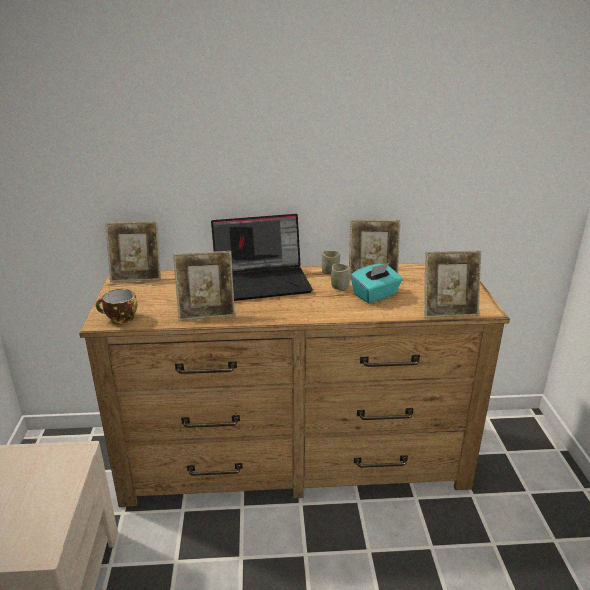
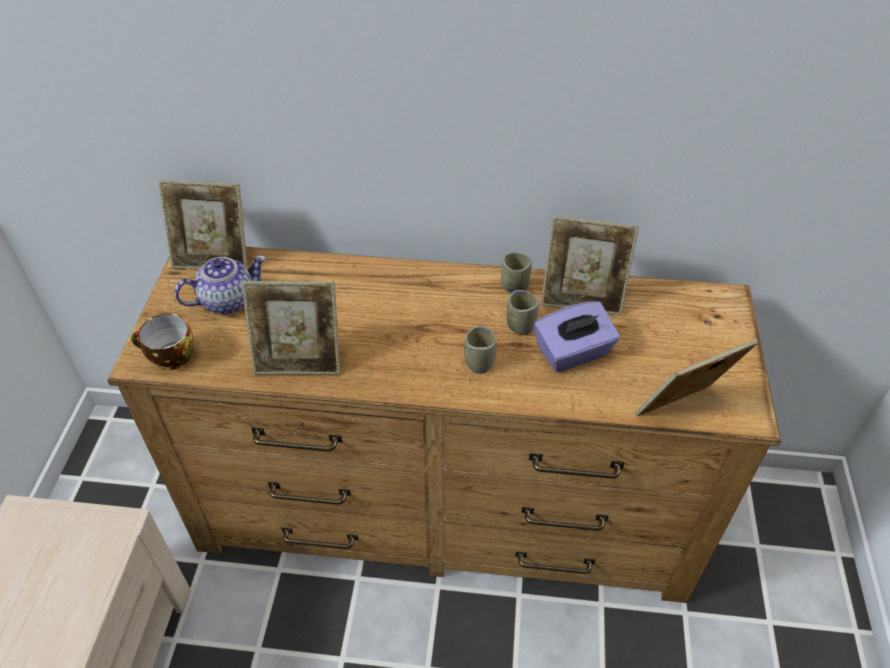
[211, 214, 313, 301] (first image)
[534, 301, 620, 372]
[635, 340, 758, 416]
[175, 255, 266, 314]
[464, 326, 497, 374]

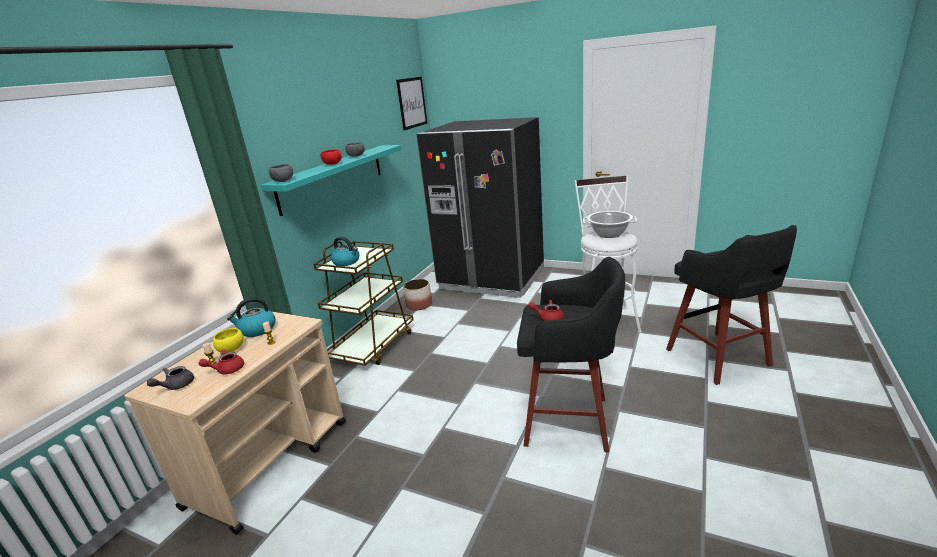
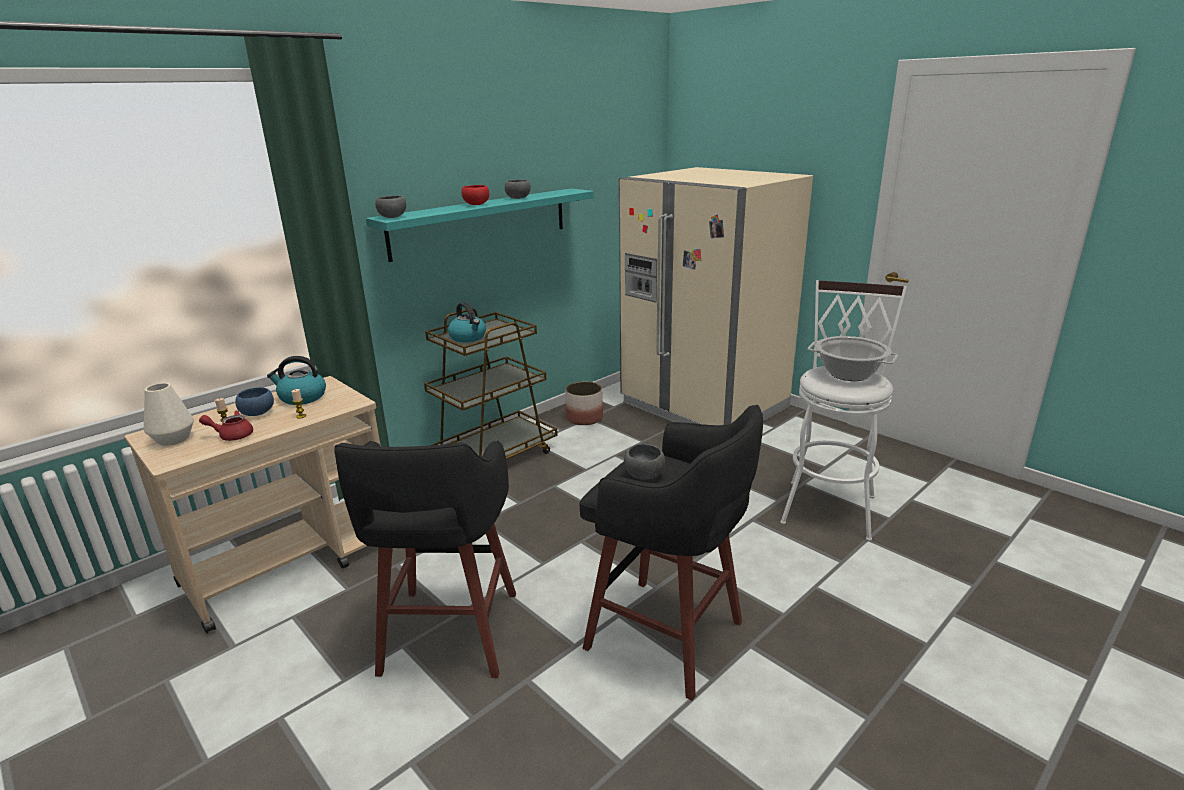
[144, 383, 194, 446]
[235, 387, 274, 416]
[396, 77, 427, 130] (first image)
[619, 167, 813, 425]
[624, 444, 665, 480]
[335, 441, 516, 678]

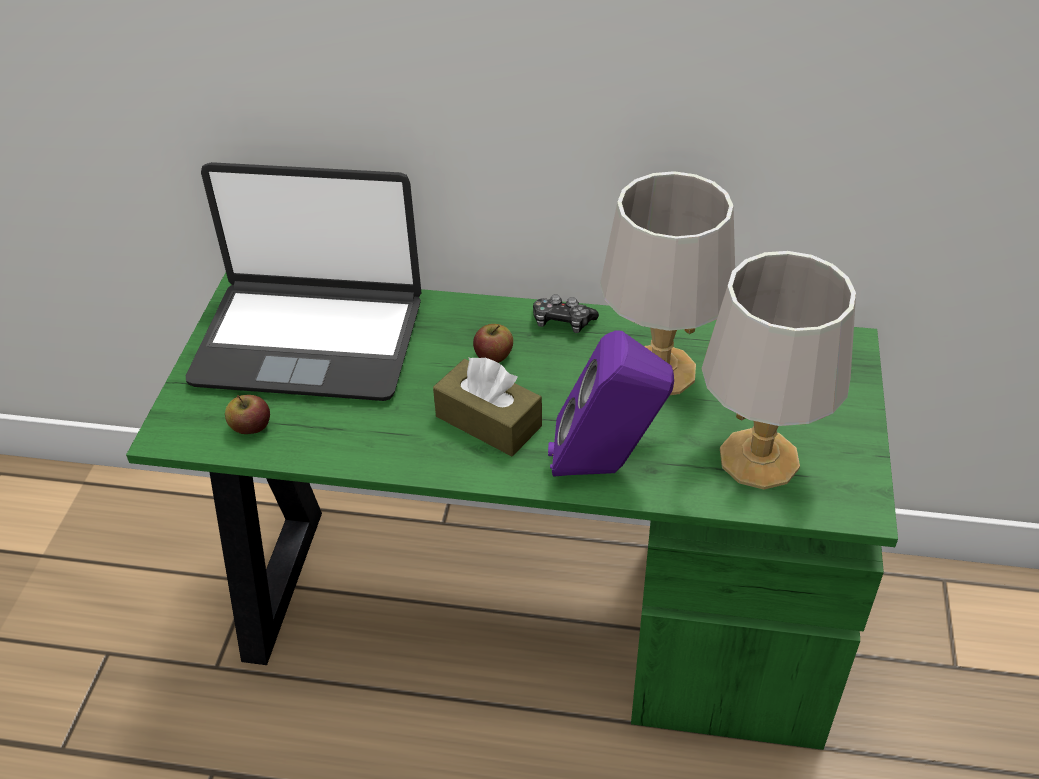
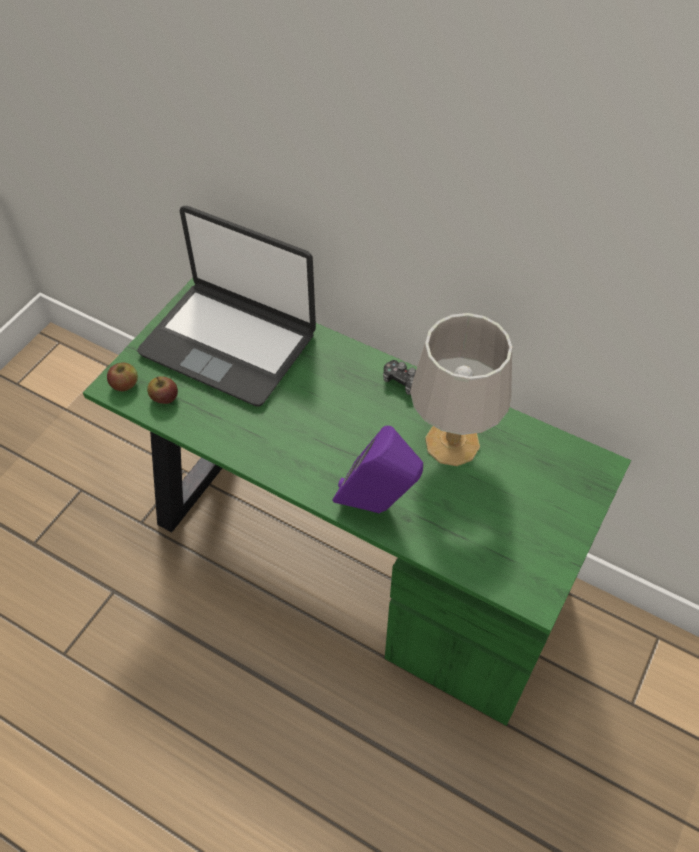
[433, 357, 542, 456] (first image)
[107, 362, 138, 391]
[701, 251, 856, 490] (first image)

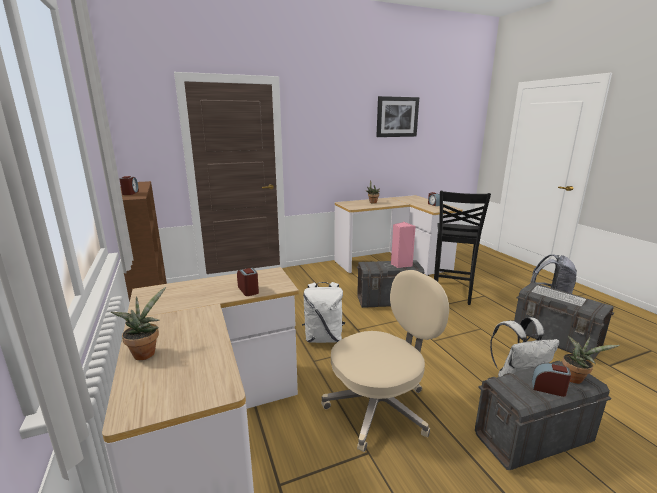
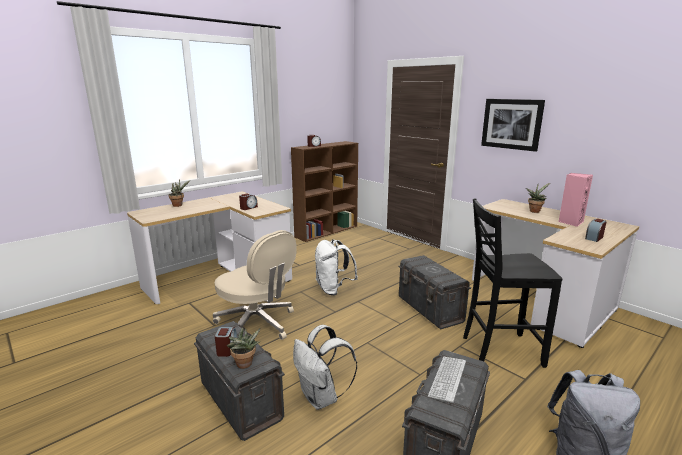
[481, 99, 545, 152]
[559, 173, 593, 227]

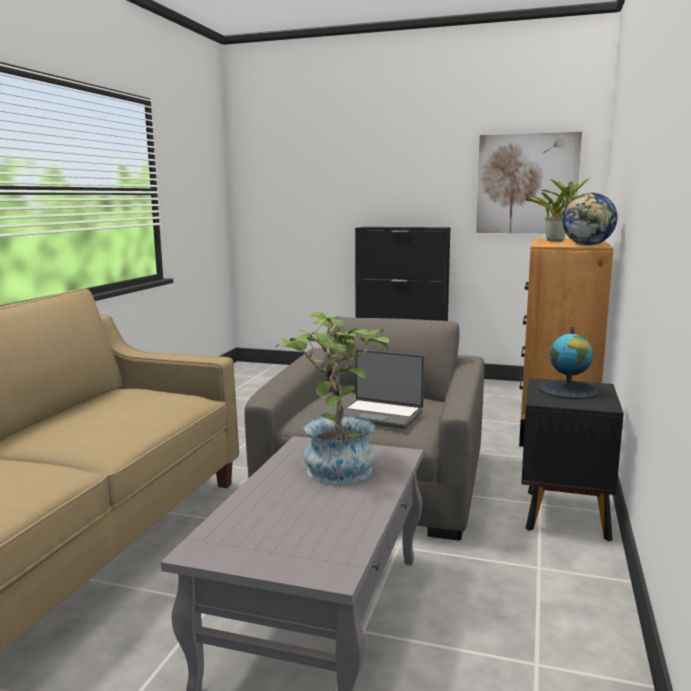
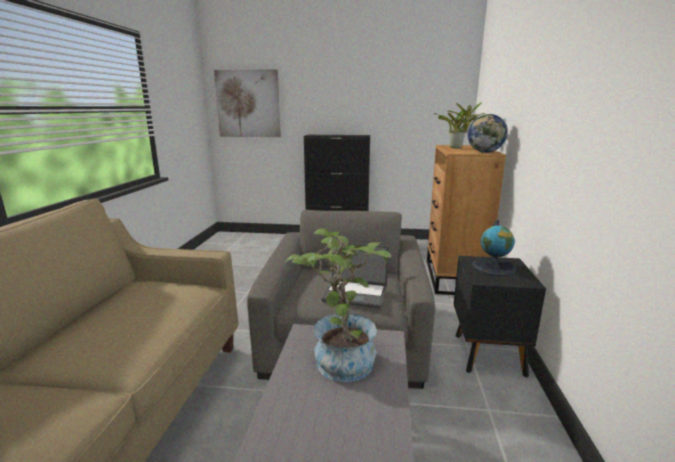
[214, 69, 281, 137]

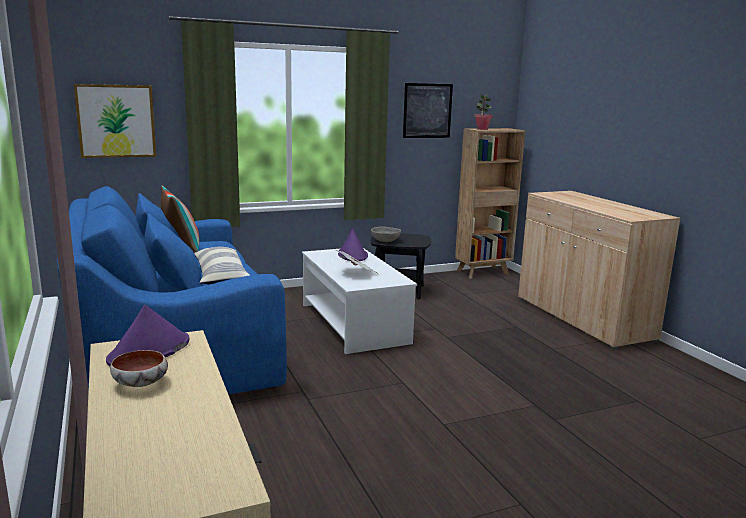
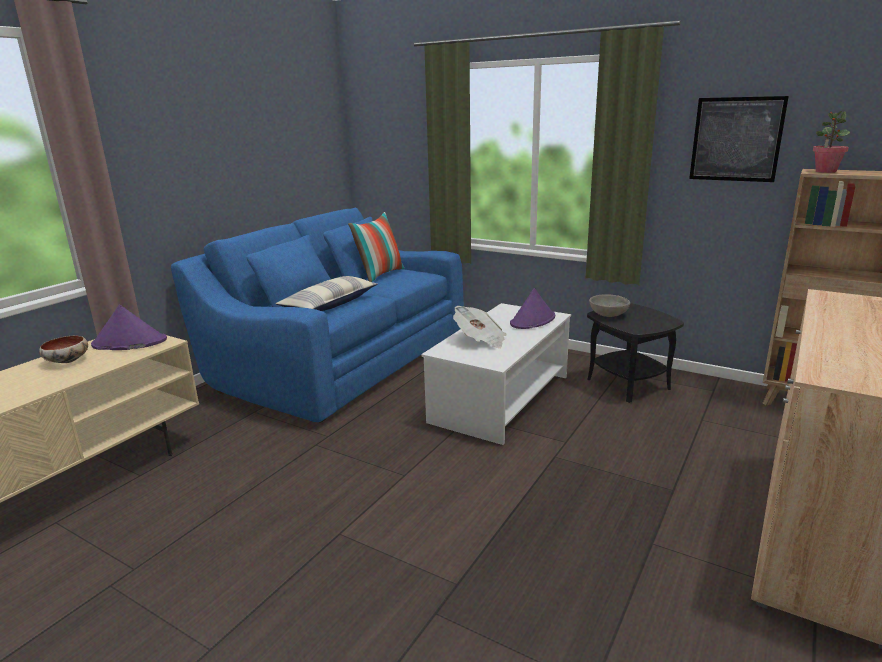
[74, 84, 156, 158] (first image)

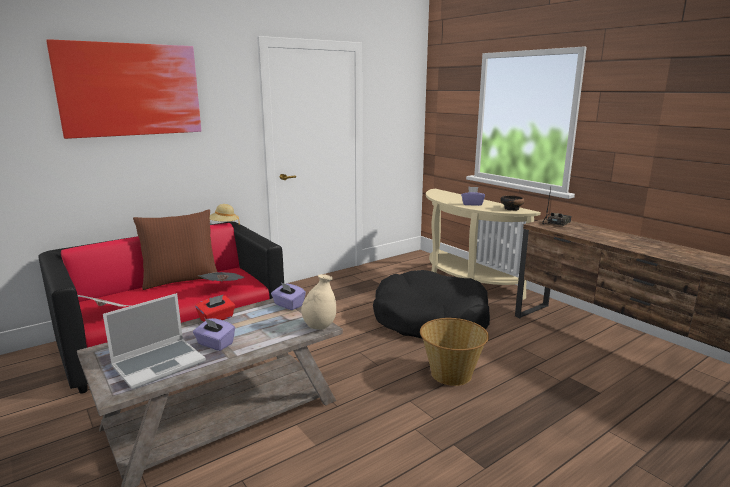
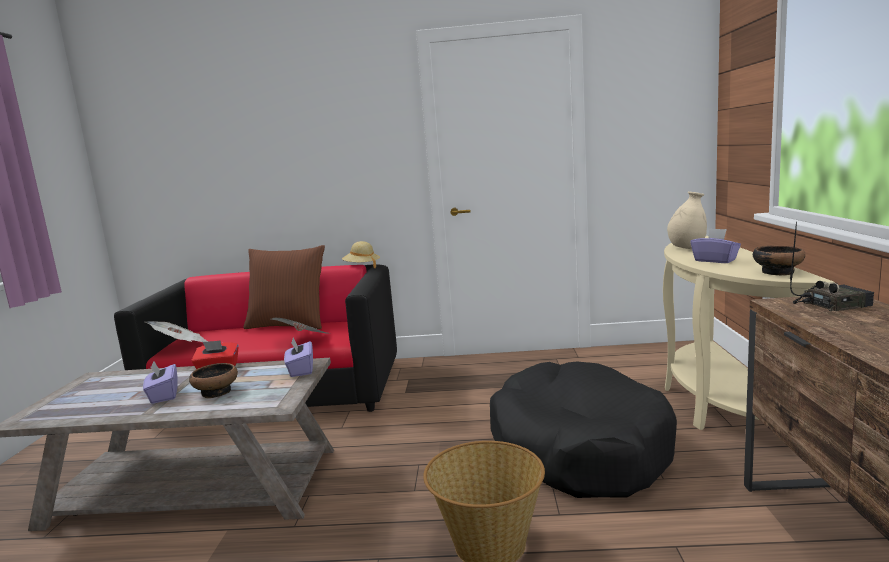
[46, 39, 201, 139] (first image)
[103, 293, 206, 389] (first image)
[667, 191, 707, 249]
[189, 363, 238, 398]

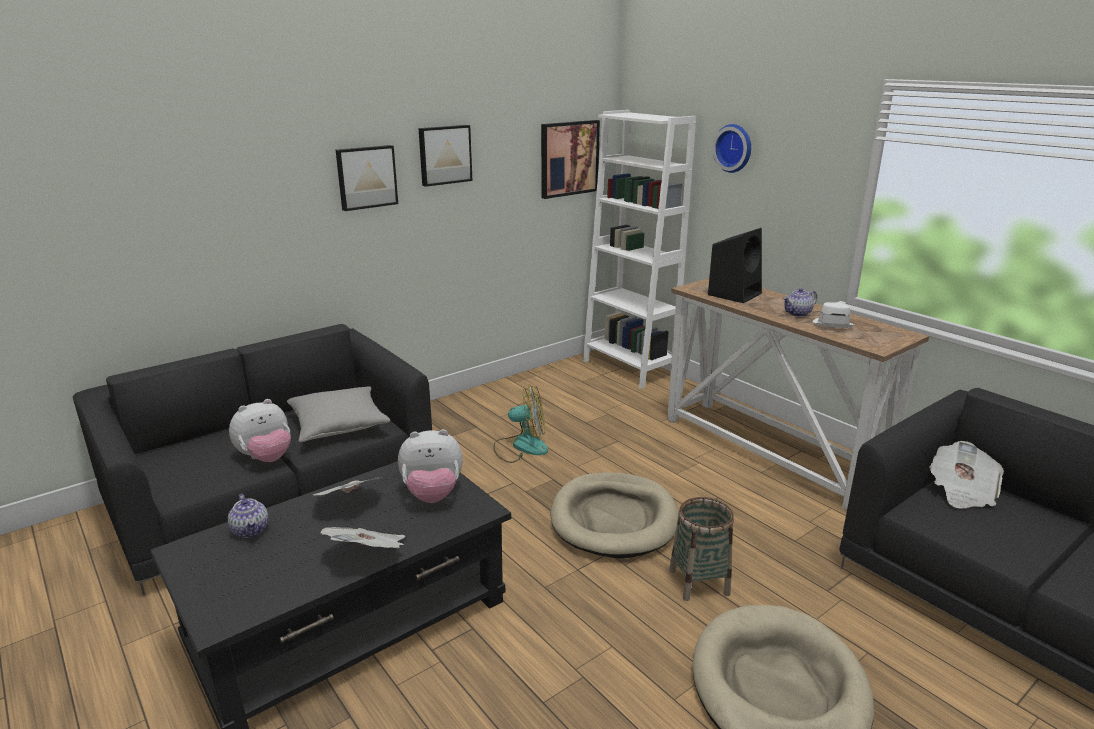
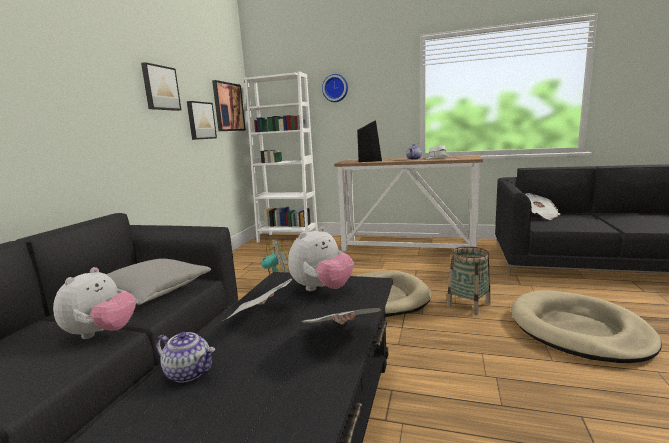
[187, 101, 217, 140]

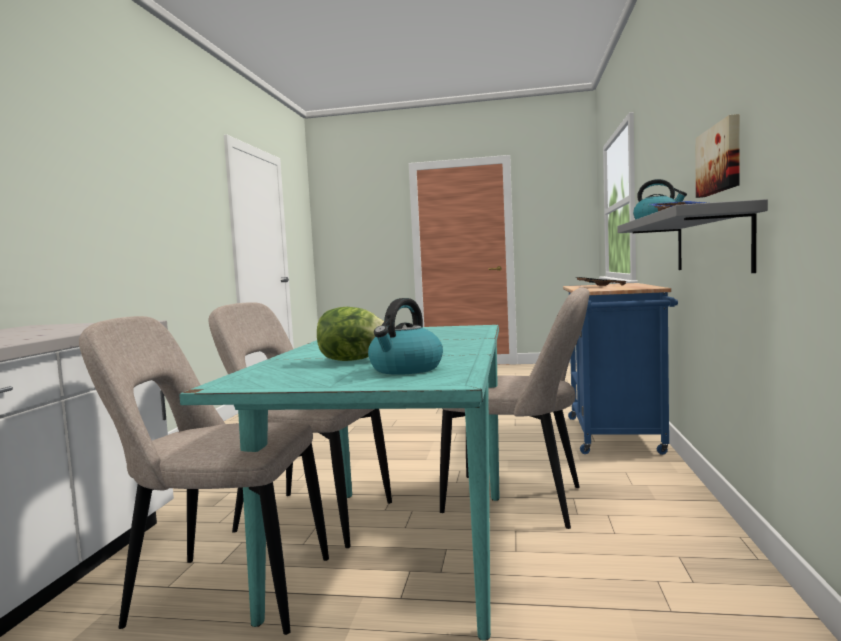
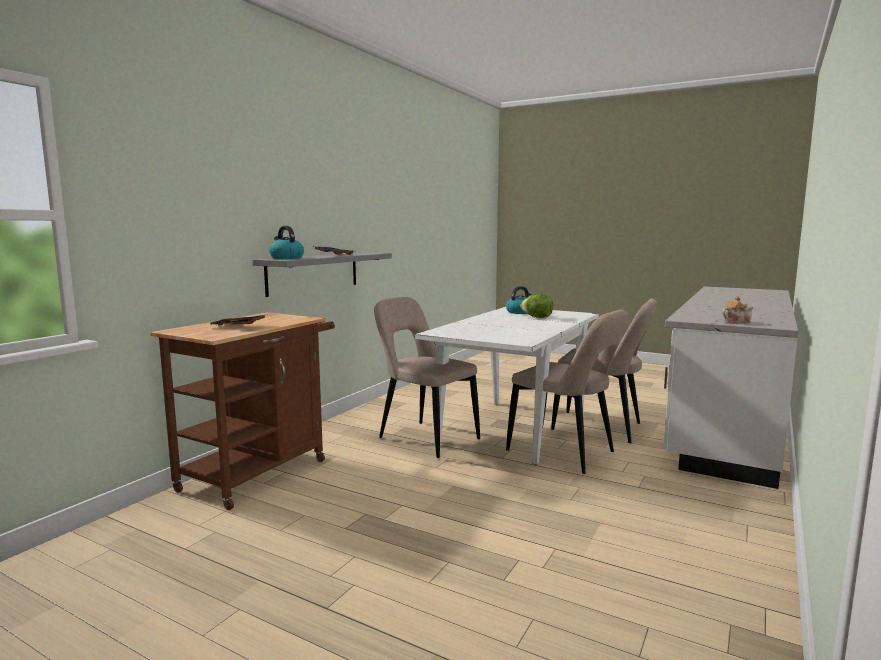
[415, 307, 599, 465]
[150, 312, 335, 510]
[695, 114, 740, 198] (first image)
[722, 296, 754, 324]

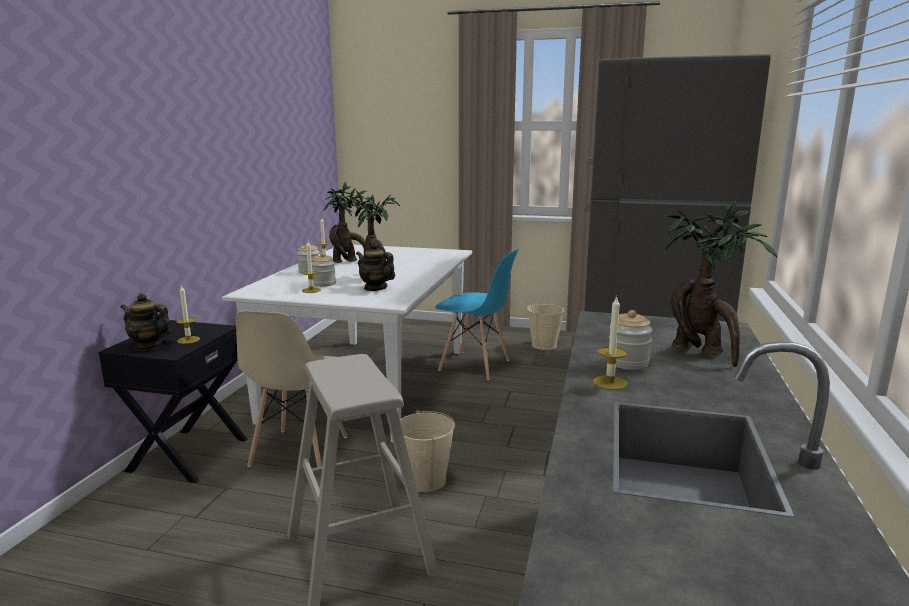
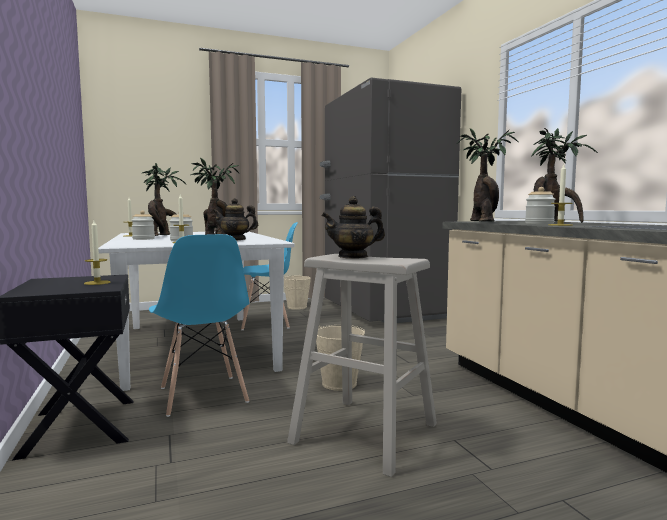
[321, 196, 385, 259]
[149, 234, 249, 417]
[457, 128, 519, 222]

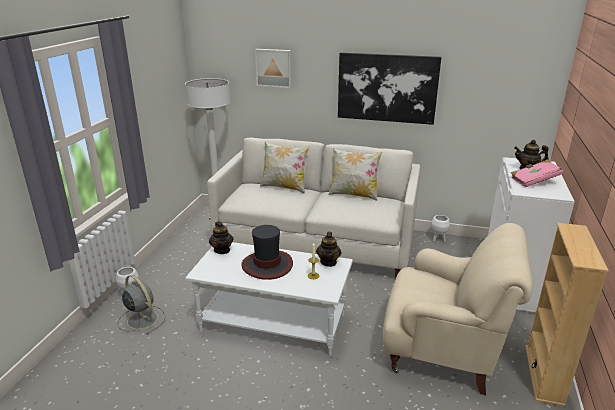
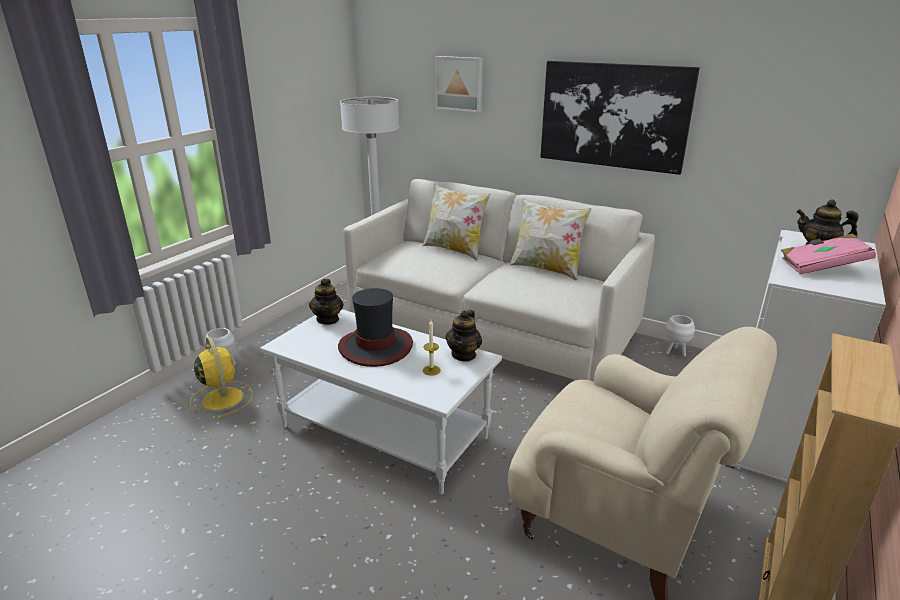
[190, 337, 253, 419]

